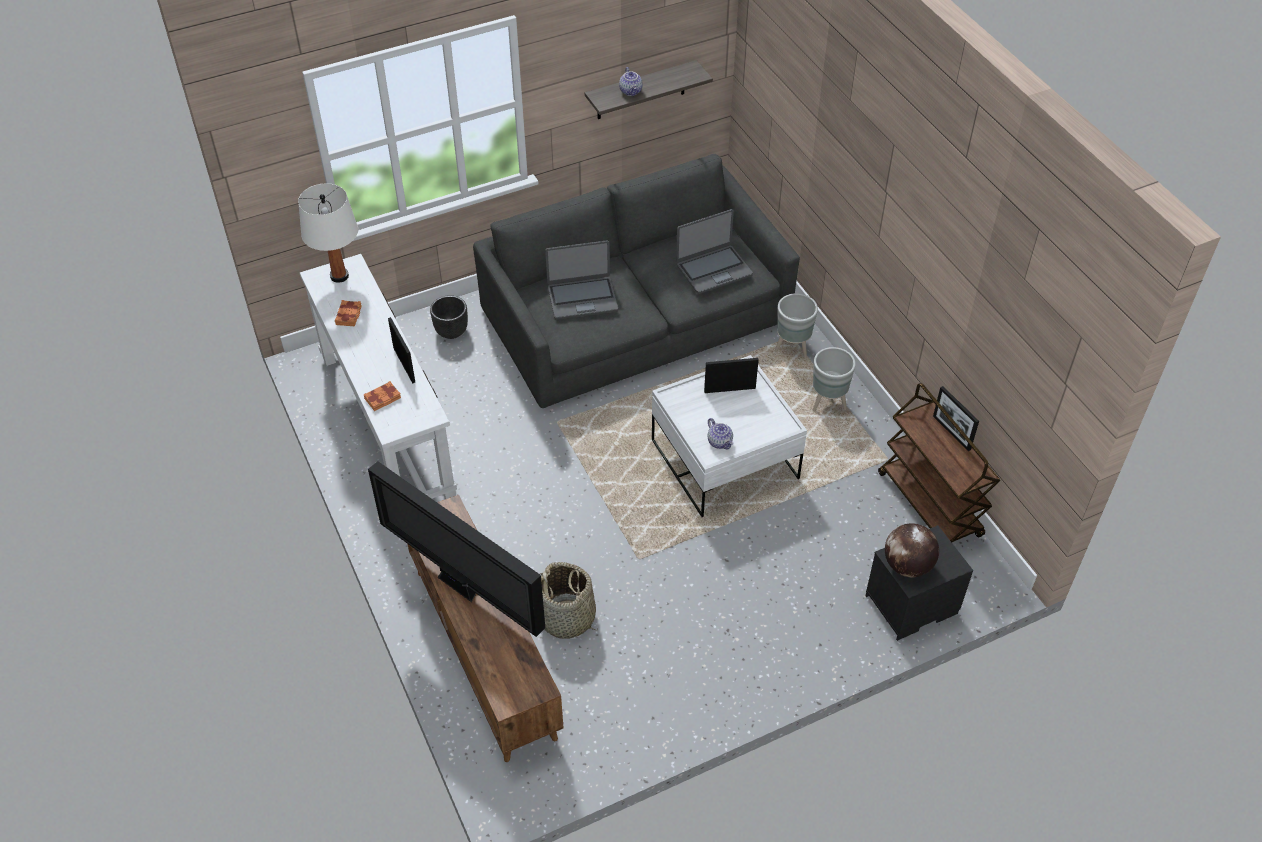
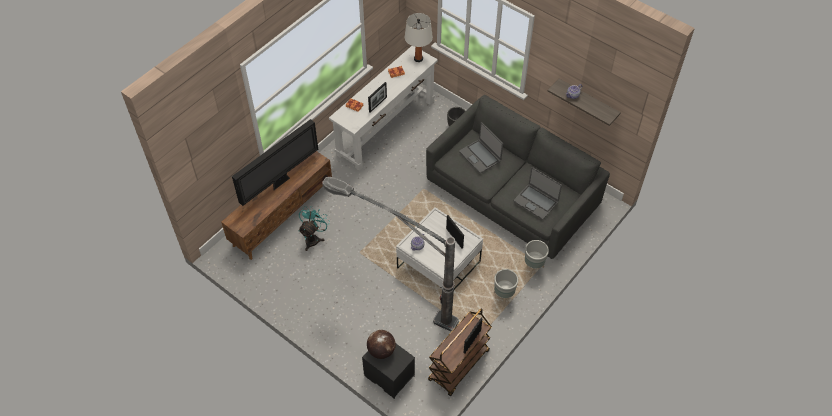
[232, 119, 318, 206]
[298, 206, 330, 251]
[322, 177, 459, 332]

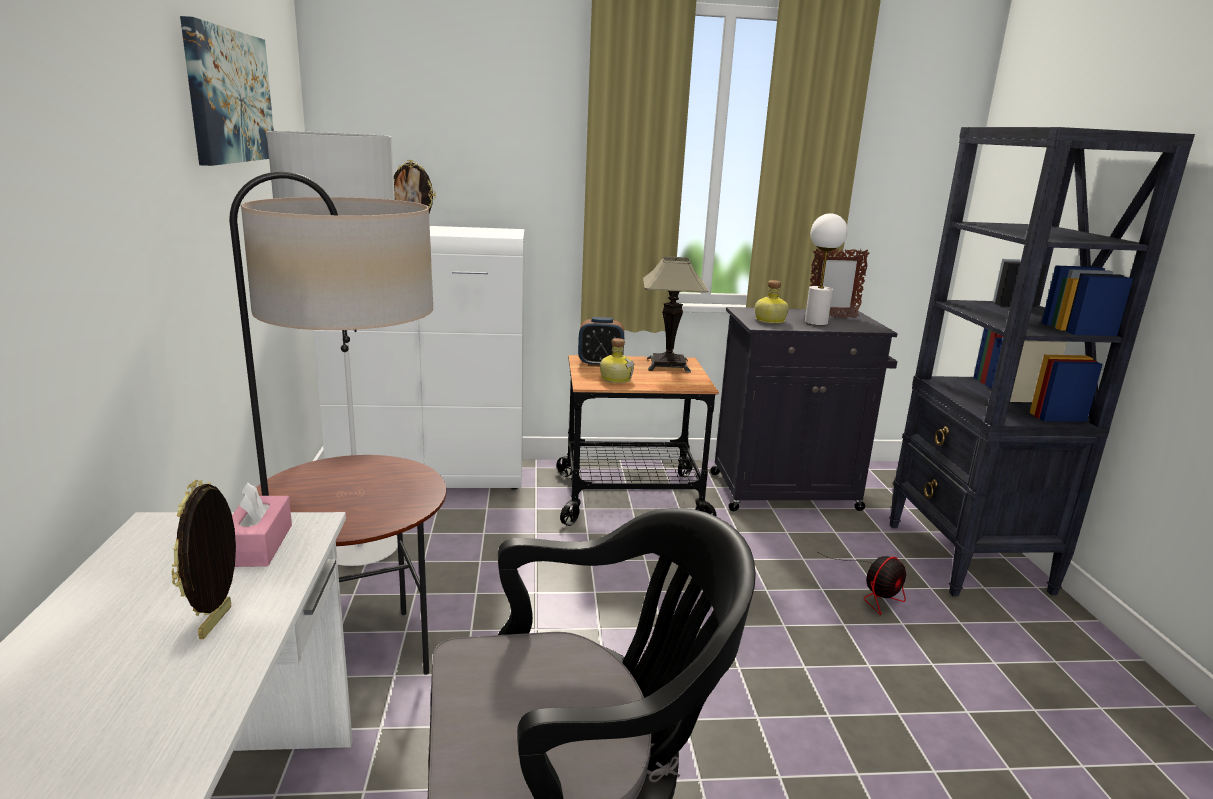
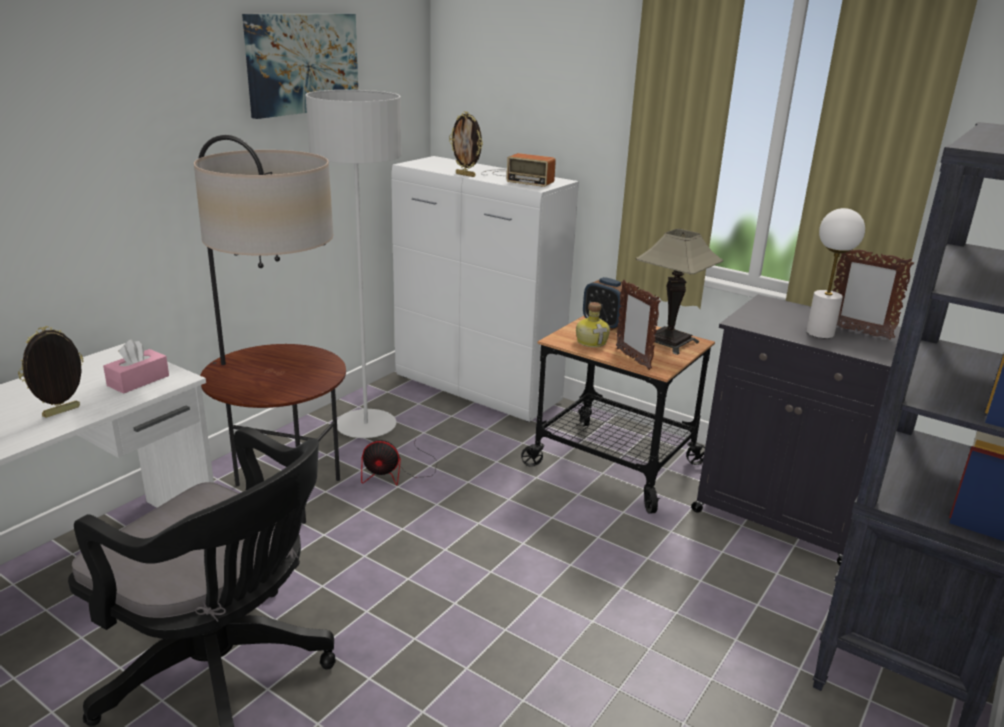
[755, 280, 789, 324] (first image)
[361, 439, 438, 486]
[481, 153, 556, 187]
[616, 280, 660, 370]

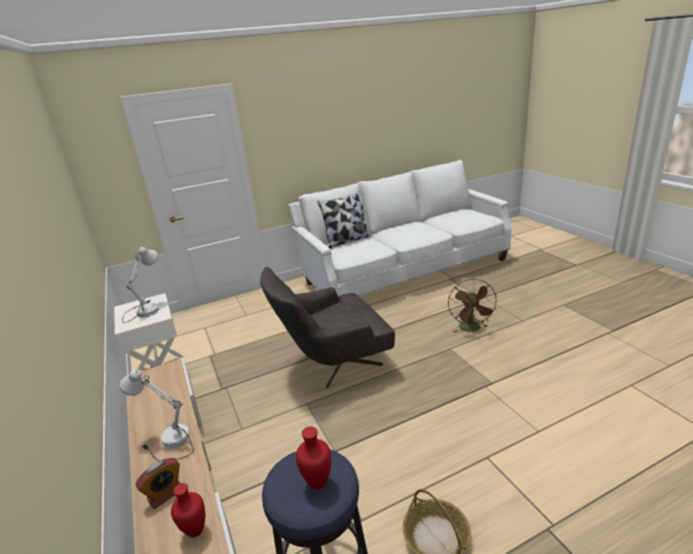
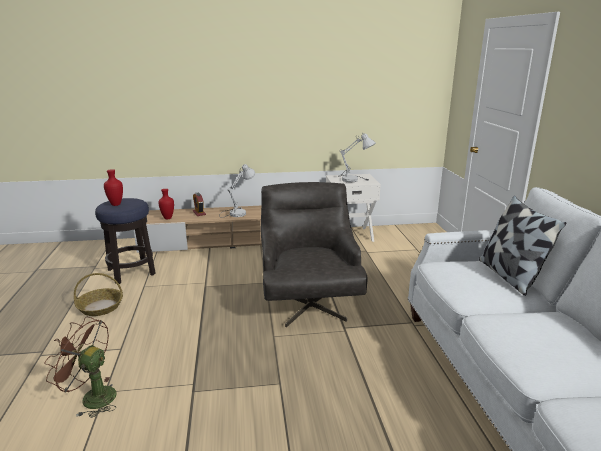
[45, 317, 117, 418]

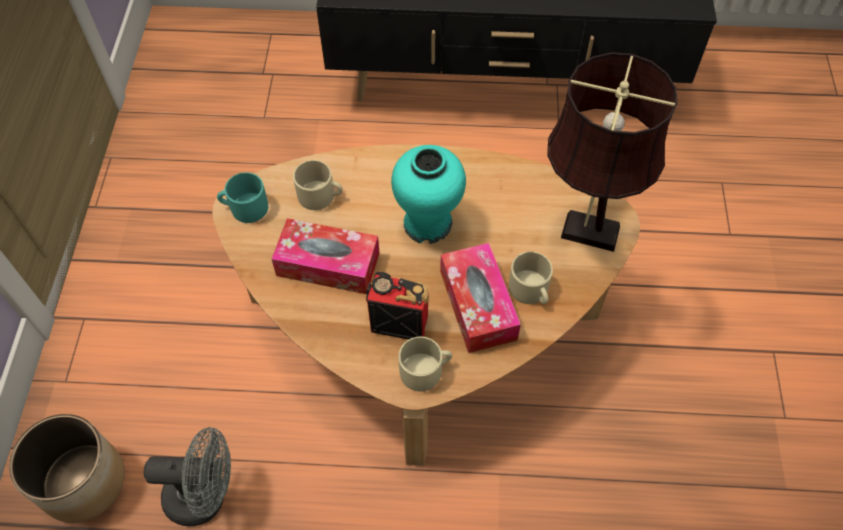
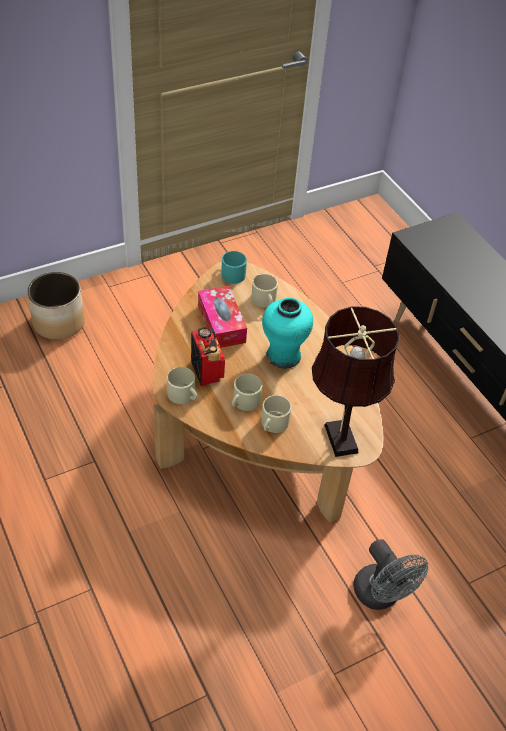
[353, 539, 428, 610]
[232, 374, 263, 411]

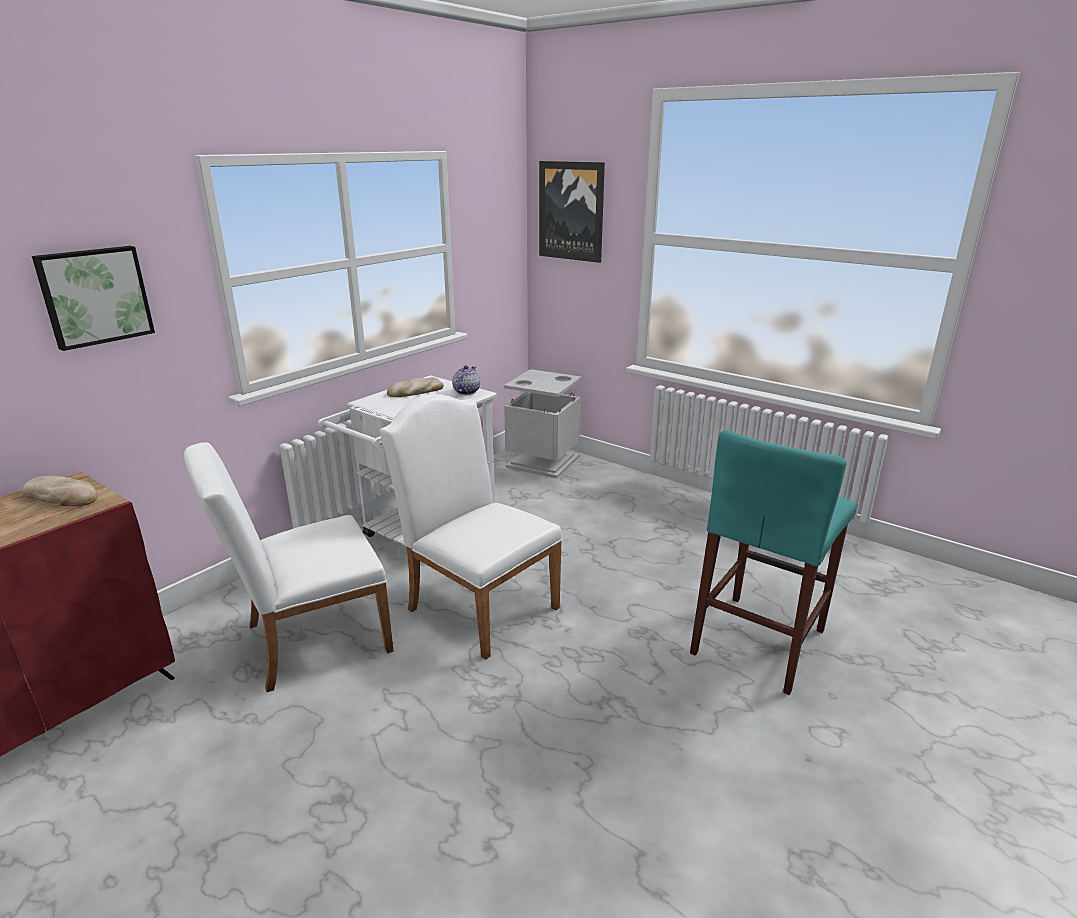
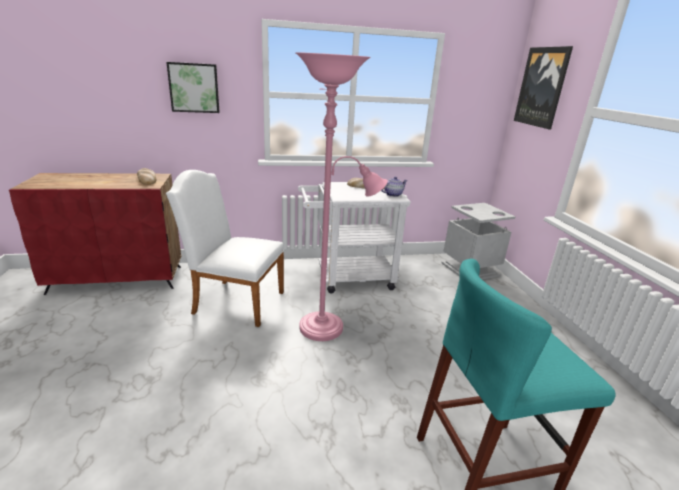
[295, 52, 388, 341]

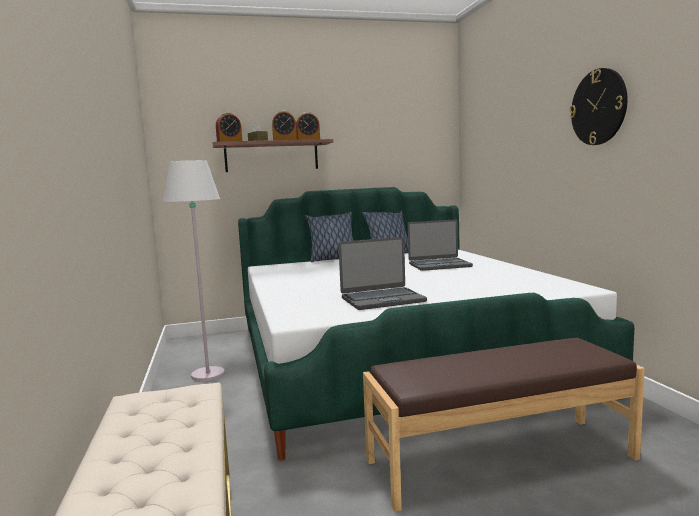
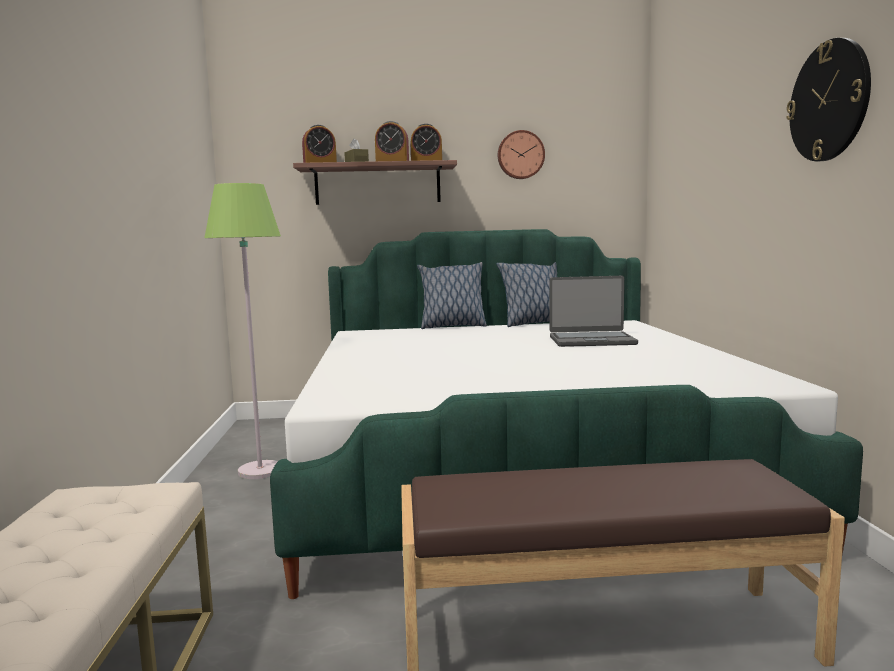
[204, 183, 281, 479]
[338, 237, 427, 310] (first image)
[498, 130, 545, 179]

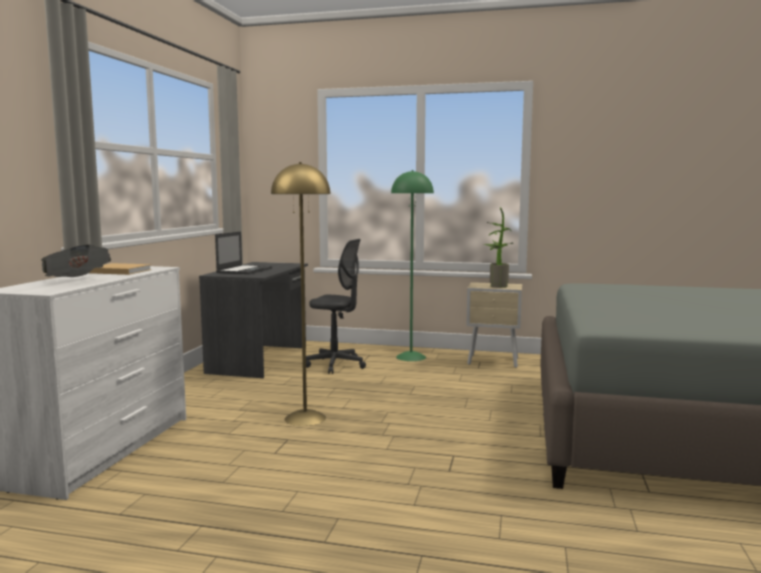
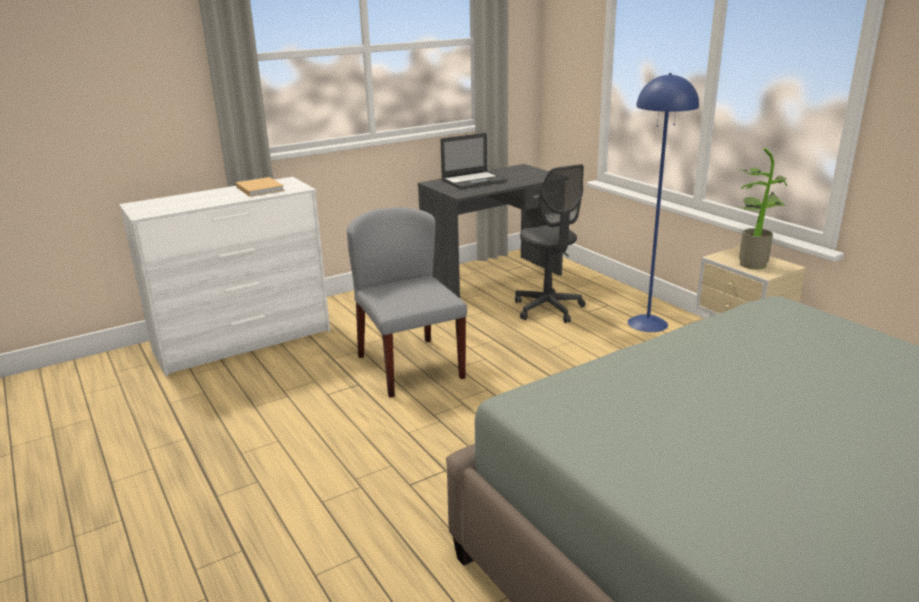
[41, 244, 111, 277] (first image)
[347, 207, 467, 398]
[628, 73, 699, 332]

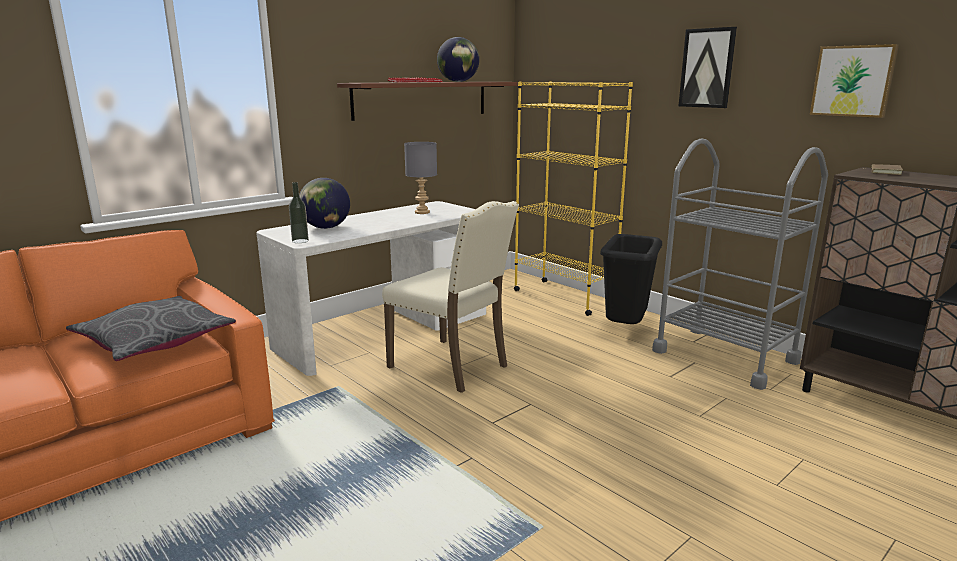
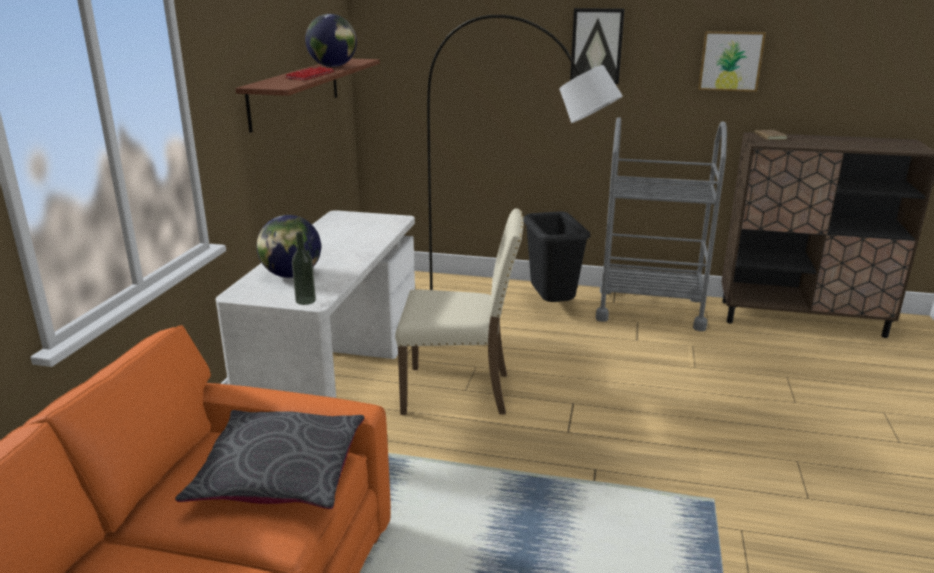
[404, 142, 437, 214] (first image)
[514, 81, 633, 316] (first image)
[427, 15, 623, 290]

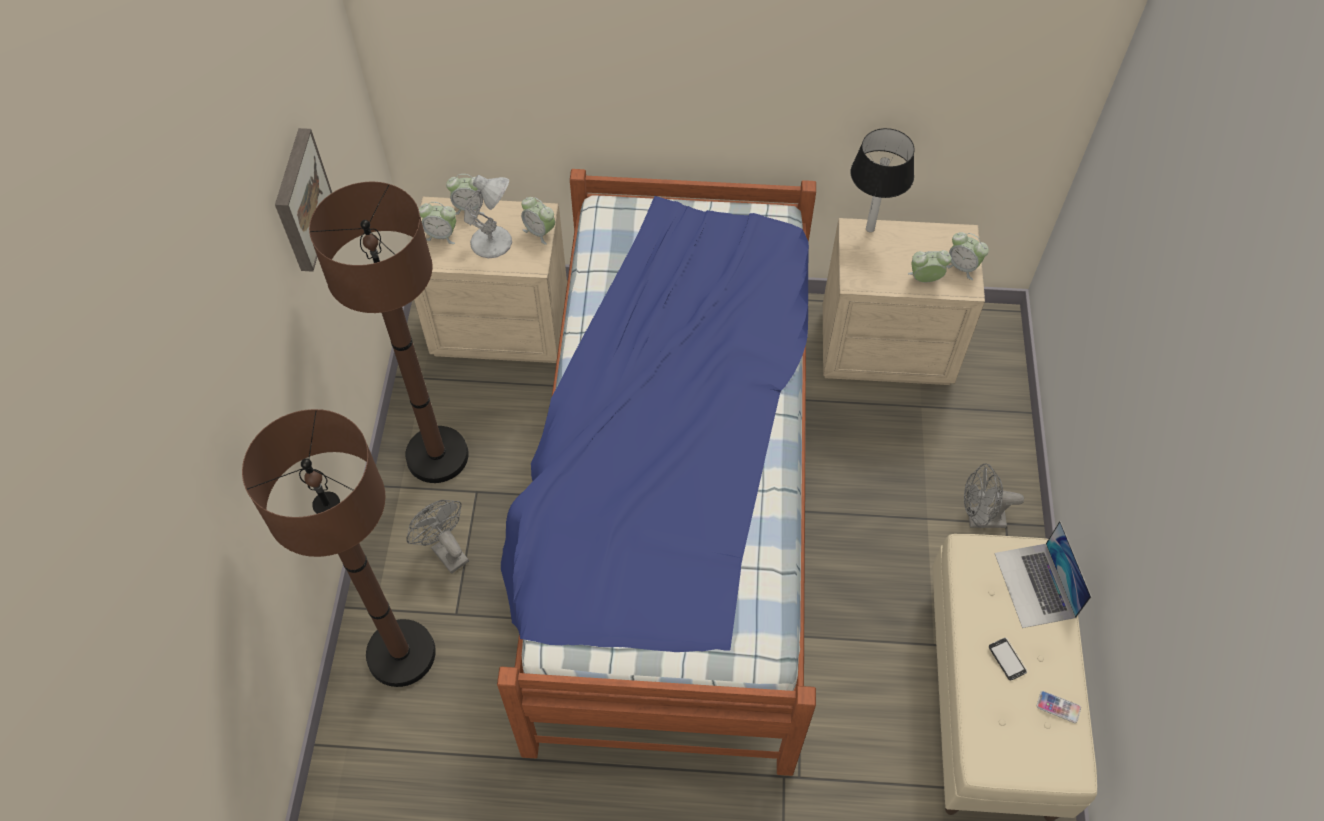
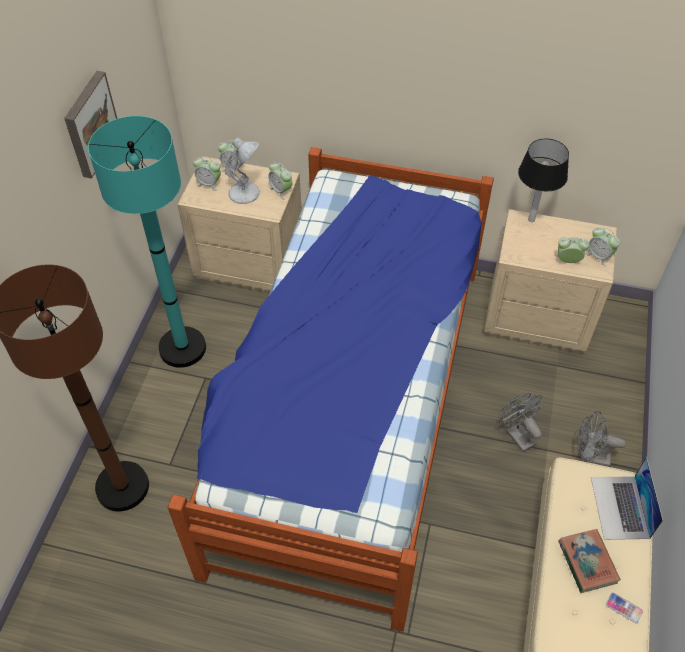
[88, 116, 206, 368]
[499, 393, 542, 452]
[558, 529, 621, 593]

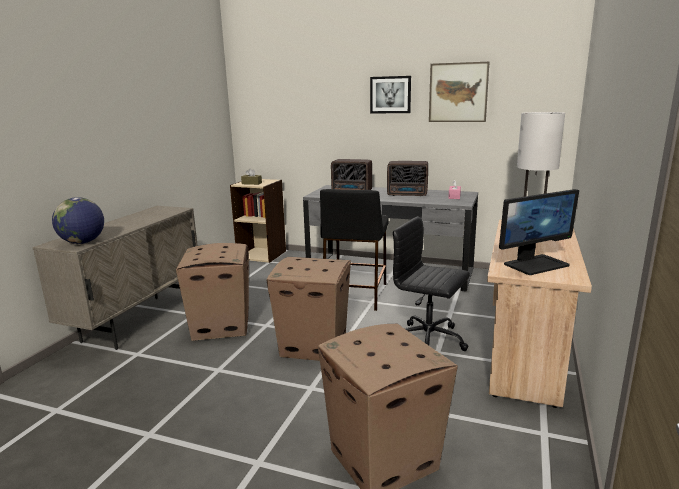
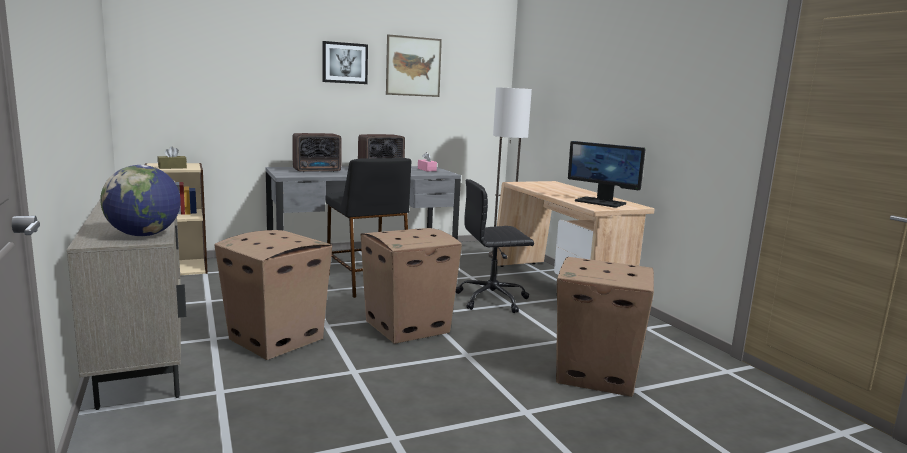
[568, 141, 645, 208]

